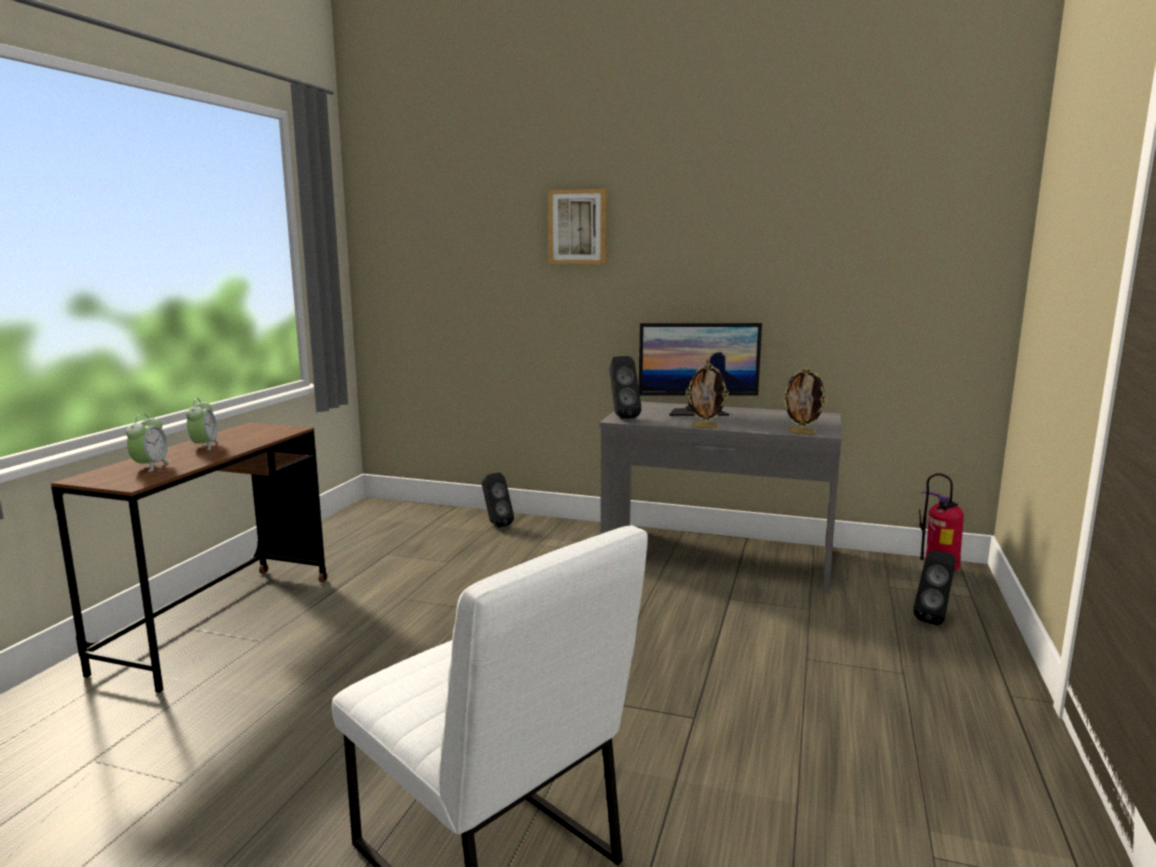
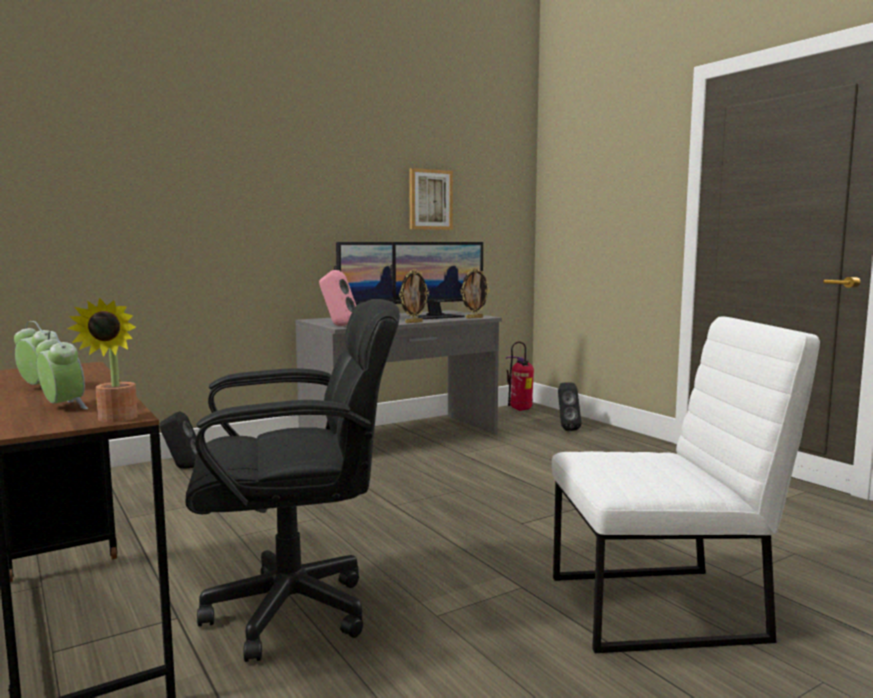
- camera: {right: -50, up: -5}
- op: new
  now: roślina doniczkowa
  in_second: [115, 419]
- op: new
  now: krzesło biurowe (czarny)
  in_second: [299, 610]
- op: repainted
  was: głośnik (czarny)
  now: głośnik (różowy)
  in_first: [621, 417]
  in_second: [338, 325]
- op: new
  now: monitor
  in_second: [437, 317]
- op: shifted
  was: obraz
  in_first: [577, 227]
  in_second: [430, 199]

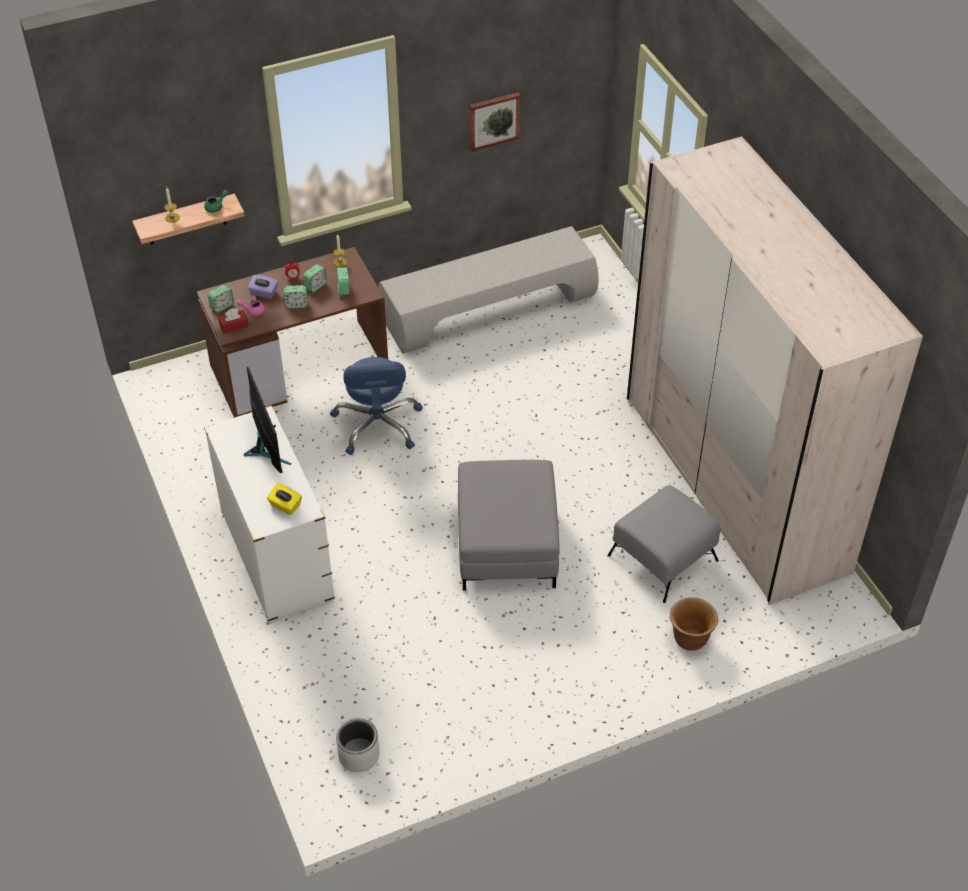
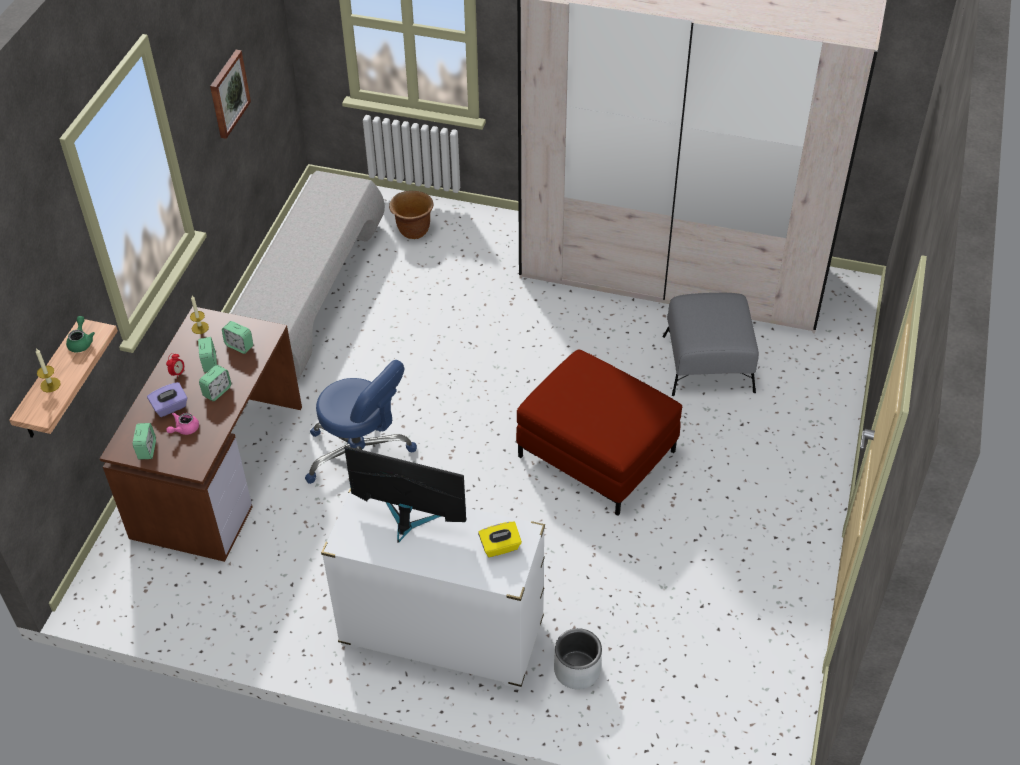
- camera: {right: -50, up: 0}
- op: shifted
  was: donica (brązowy)
  in_first: [689, 639]
  in_second: [413, 231]
- op: repainted
  was: pufa (szary)
  now: pufa (czerwony)
  in_first: [507, 546]
  in_second: [598, 454]
- op: shifted
  was: donica (szary)
  in_first: [358, 755]
  in_second: [577, 670]
- op: gone
  was: pudełko chusteczek (czerwony)
  in_first: [234, 326]

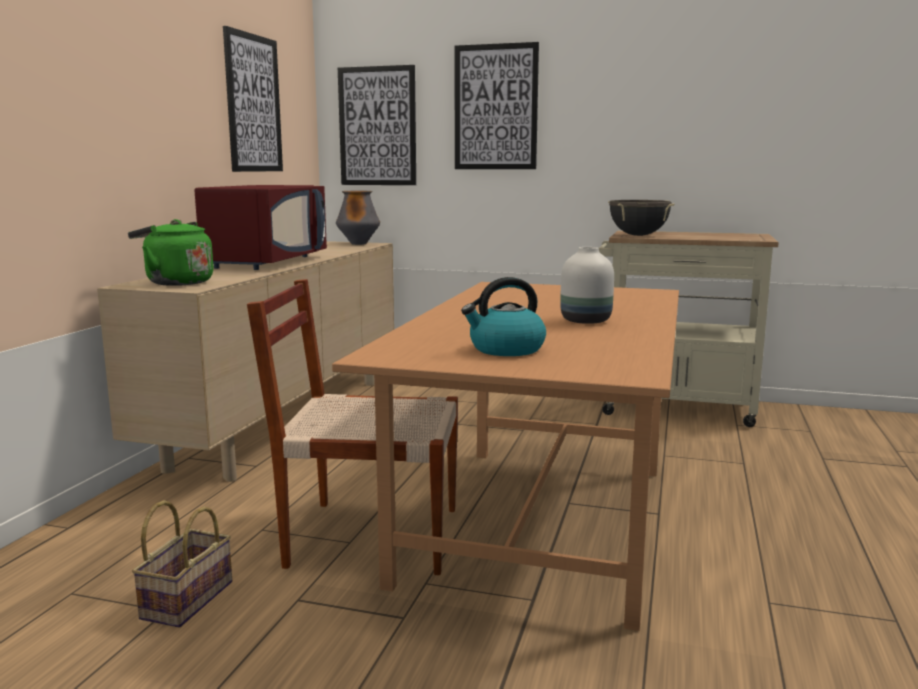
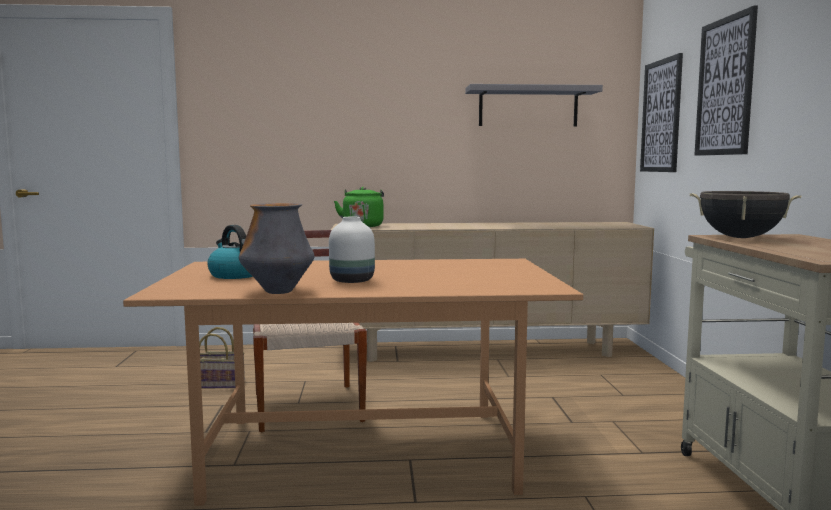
- camera: {right: 70, up: -5}
- op: shifted
  was: wazon
  in_first: [358, 244]
  in_second: [278, 291]
- op: swapped
  was: obraz
  now: półka (szary)
  in_first: [253, 104]
  in_second: [528, 107]
- op: gone
  was: mikrofalówka (czerwony)
  in_first: [267, 262]

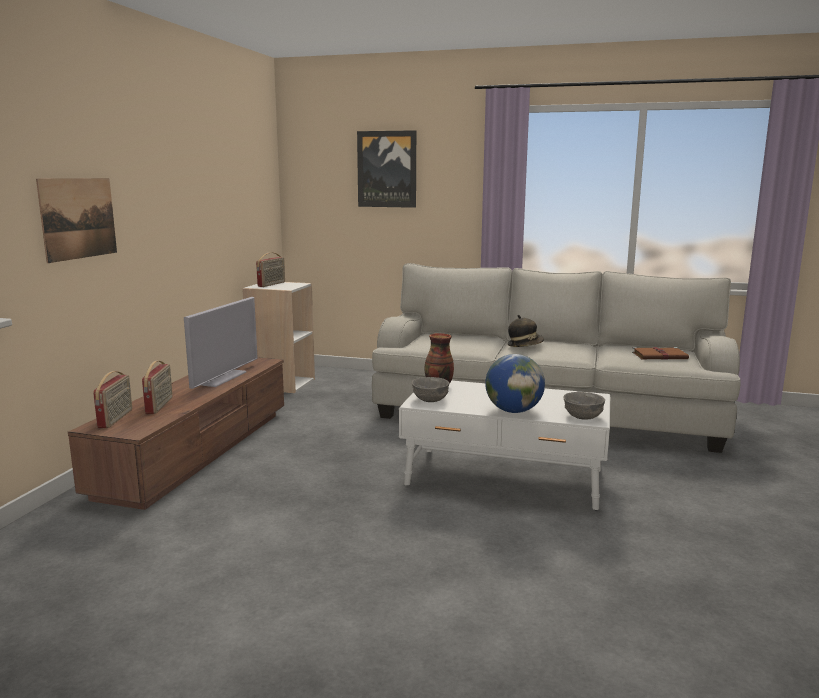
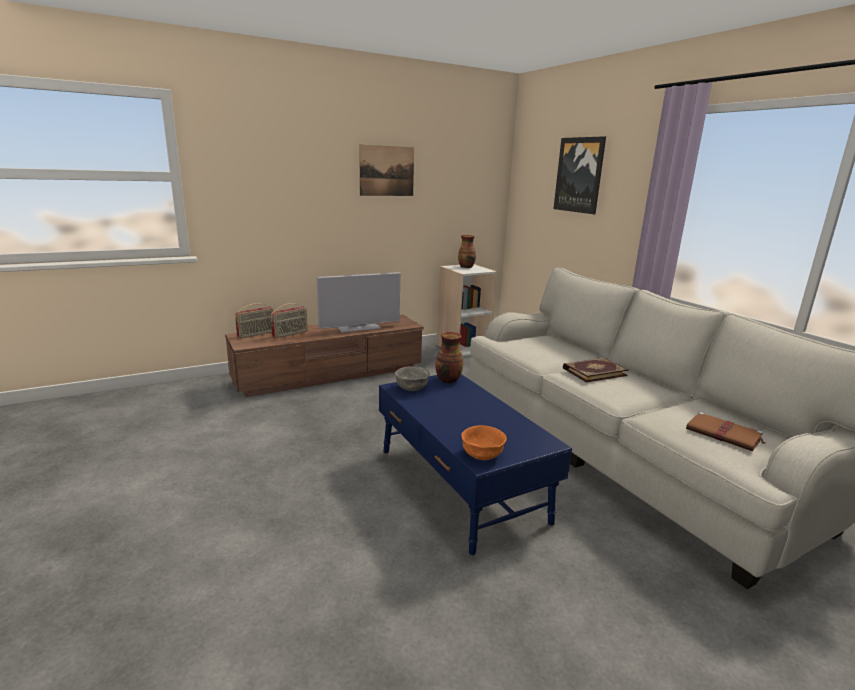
- camera: {right: 45, up: 5}
- op: shifted
  was: obraz
  in_first: [78, 218]
  in_second: [387, 171]
- op: repainted
  was: ława (biały)
  now: ława (niebieski)
  in_first: [505, 478]
  in_second: [460, 485]
- op: swapped
  was: radio
  now: wazon
  in_first: [272, 284]
  in_second: [466, 267]
- op: repainted
  was: miska (szary)
  now: miska (pomarańczowy)
  in_first: [583, 416]
  in_second: [482, 455]
- op: swapped
  was: kapelusz
  now: książka
  in_first: [525, 345]
  in_second: [594, 371]
- op: gone
  was: globus
  in_first: [513, 411]

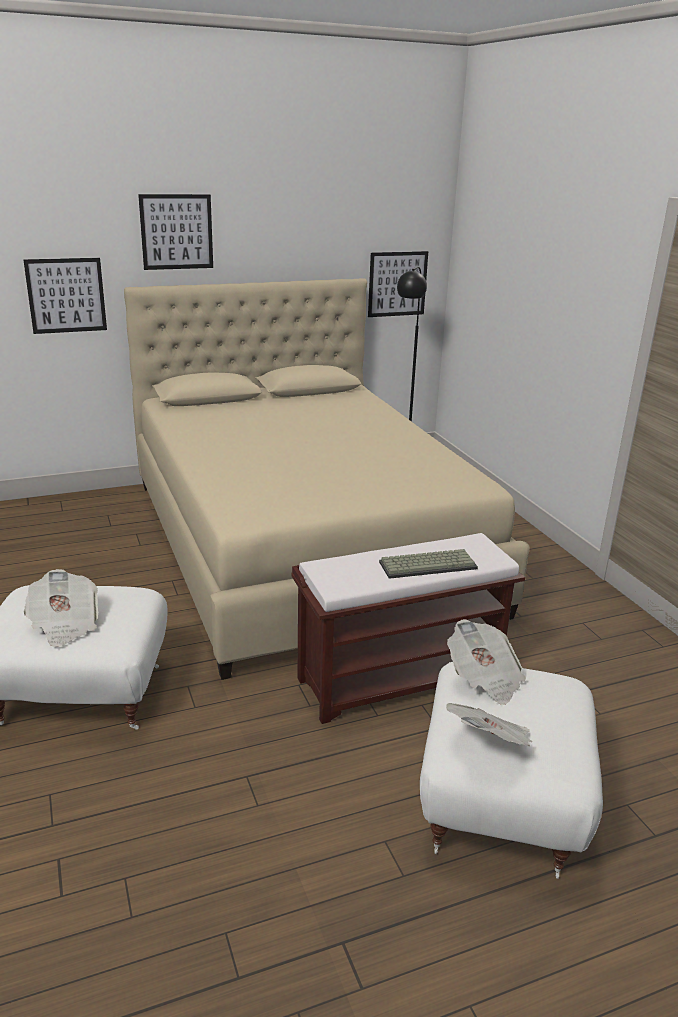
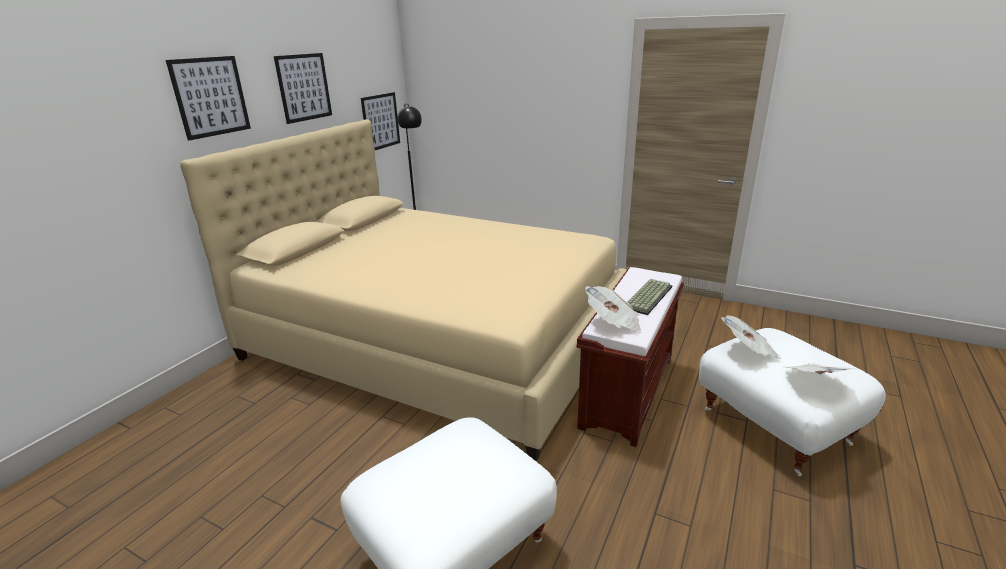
- camera: {right: -40, up: 0}
- op: shifted
  was: obraz
  in_first: [66, 295]
  in_second: [304, 87]
- op: shifted
  was: gazeta
  in_first: [64, 624]
  in_second: [613, 323]

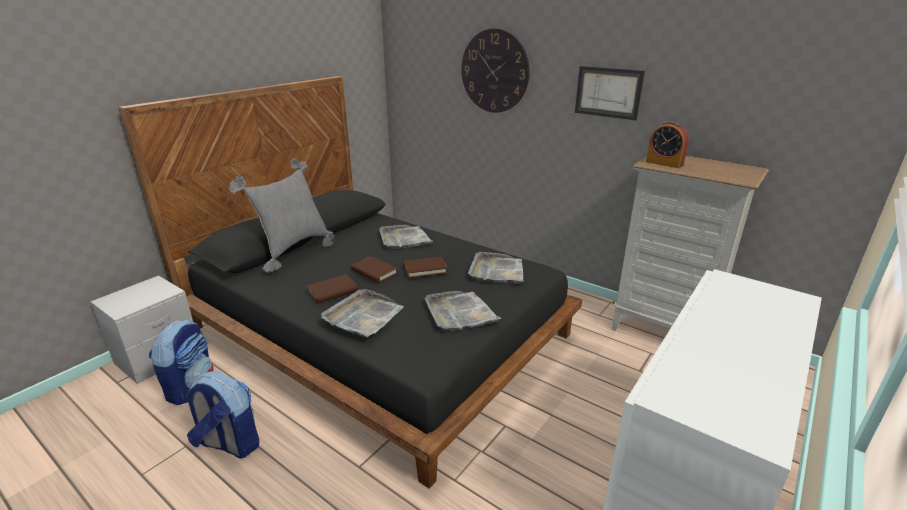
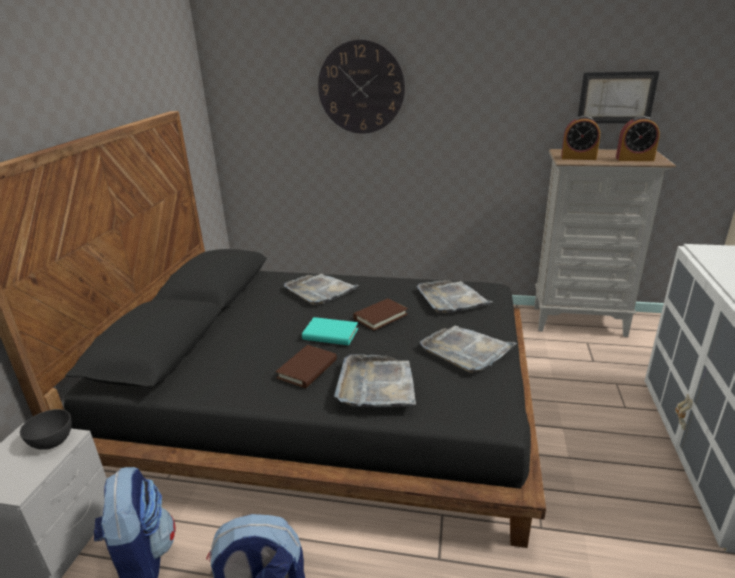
- camera: {right: -25, up: 0}
- op: new
  now: miska (szary)
  in_second: [52, 442]
- op: repainted
  was: książka (brązowy)
  now: książka (turkusowy)
  in_first: [374, 272]
  in_second: [330, 334]
- op: shifted
  was: obraz
  in_first: [608, 92]
  in_second: [616, 97]
- op: new
  now: budzik
  in_second: [634, 159]
- op: gone
  was: poduszka (szary)
  in_first: [292, 255]

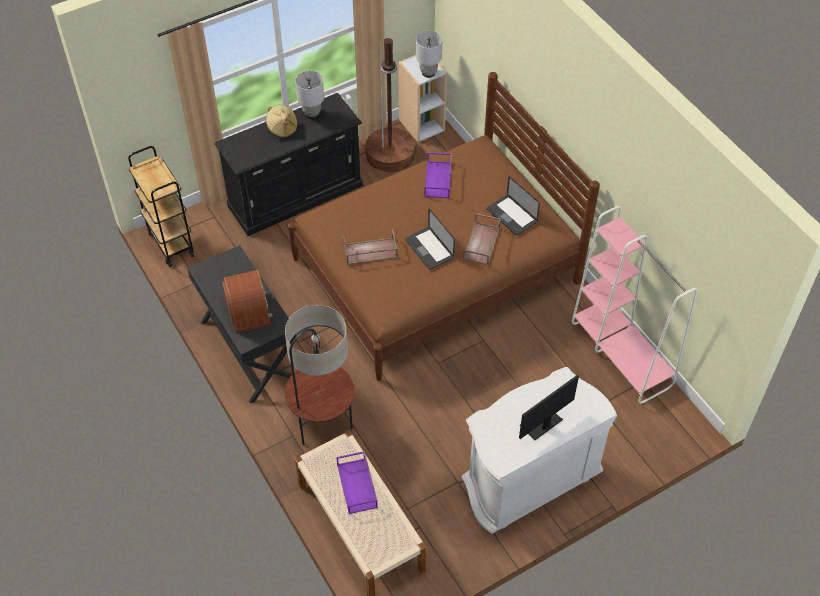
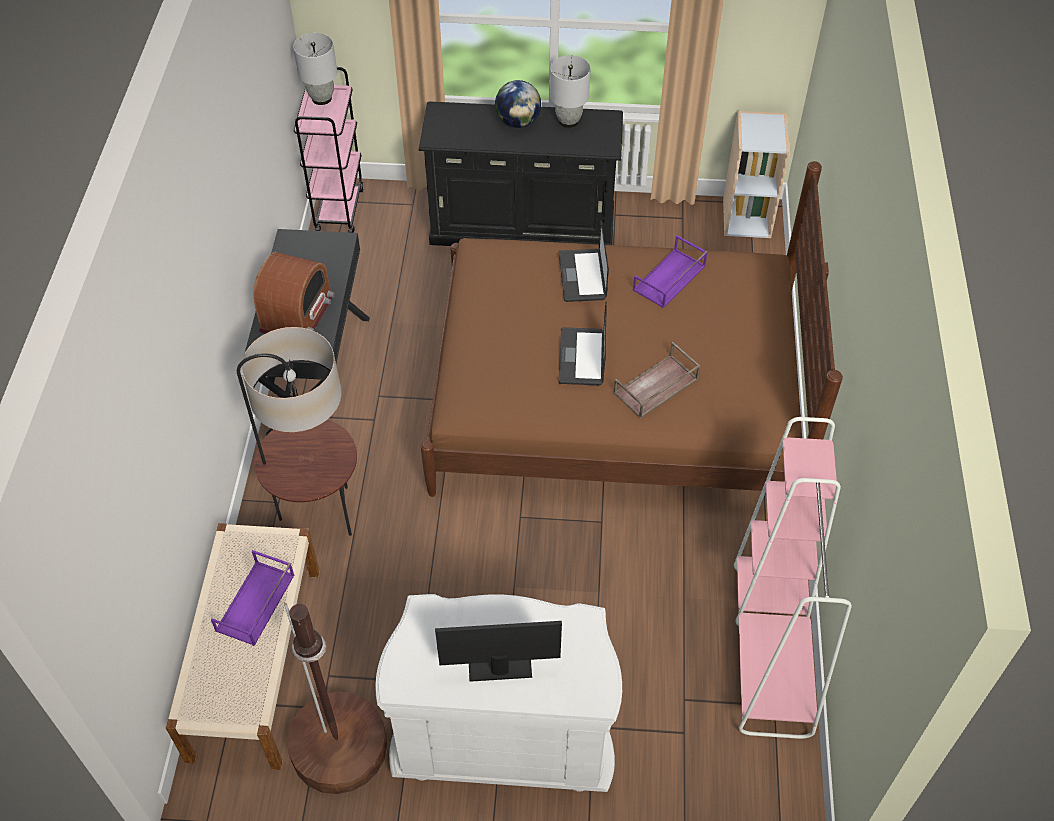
- camera: {right: 35, up: 0}
- op: shifted
  was: lampa stojąca (brązowy)
  in_first: [390, 154]
  in_second: [339, 747]
- op: shifted
  was: lampa stołowa (biały)
  in_first: [428, 73]
  in_second: [321, 98]
- op: repainted
  was: wózek (brązowy)
  now: wózek (różowy)
  in_first: [170, 244]
  in_second: [339, 211]
- op: swapped
  was: kapelusz (beżowy)
  now: globus
  in_first: [282, 129]
  in_second: [518, 122]
- op: shifted
  was: laptop
  in_first: [511, 216]
  in_second: [582, 276]
- op: gone
  was: taca (brązowy)
  in_first: [369, 252]

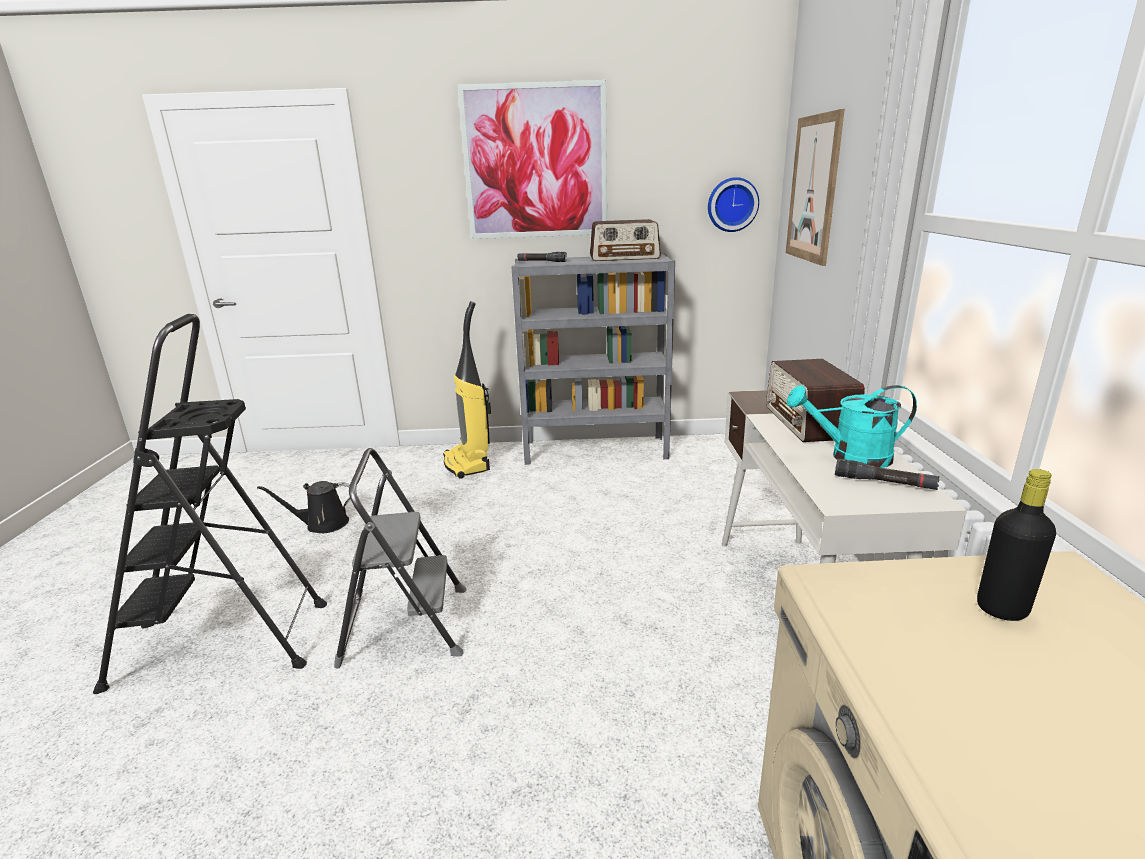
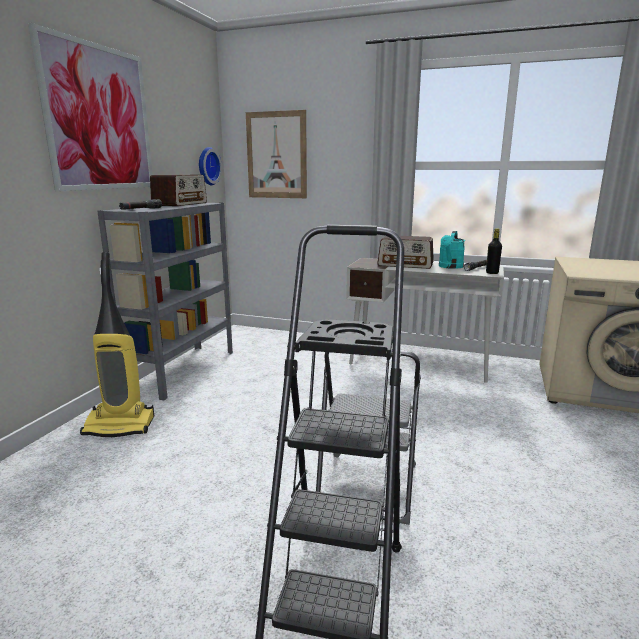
- camera: {right: -70, up: -5}
- op: shifted
  was: butelka (czarny)
  in_first: [1002, 609]
  in_second: [492, 273]
- op: gone
  was: konewka (czarny)
  in_first: [323, 524]

